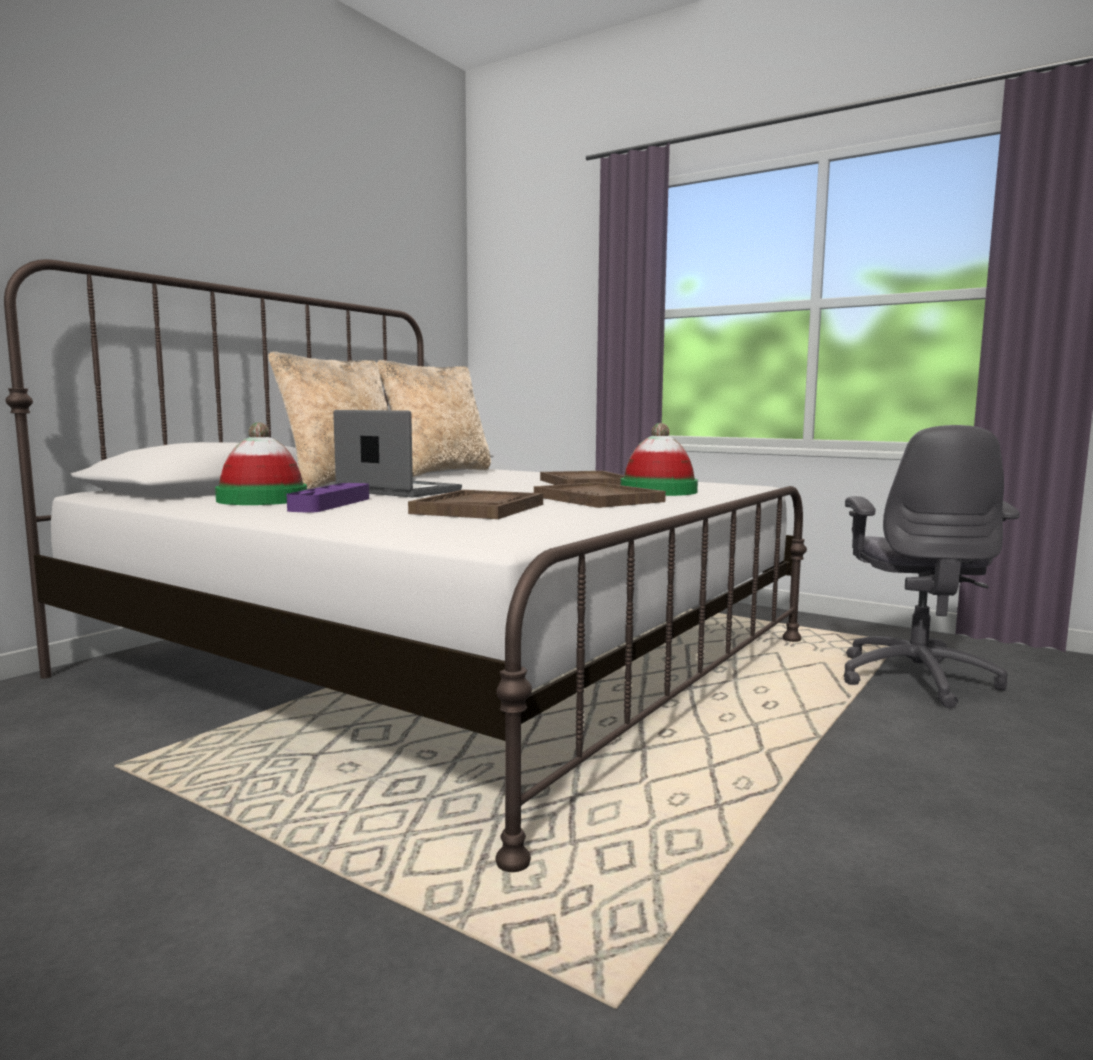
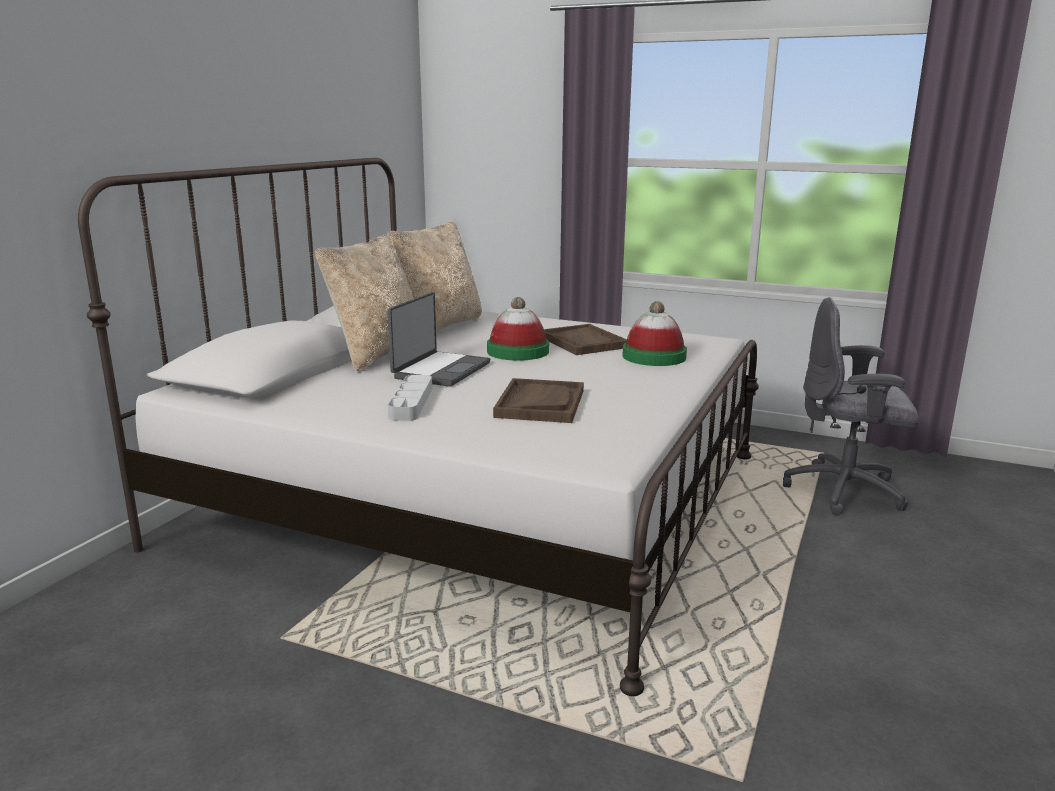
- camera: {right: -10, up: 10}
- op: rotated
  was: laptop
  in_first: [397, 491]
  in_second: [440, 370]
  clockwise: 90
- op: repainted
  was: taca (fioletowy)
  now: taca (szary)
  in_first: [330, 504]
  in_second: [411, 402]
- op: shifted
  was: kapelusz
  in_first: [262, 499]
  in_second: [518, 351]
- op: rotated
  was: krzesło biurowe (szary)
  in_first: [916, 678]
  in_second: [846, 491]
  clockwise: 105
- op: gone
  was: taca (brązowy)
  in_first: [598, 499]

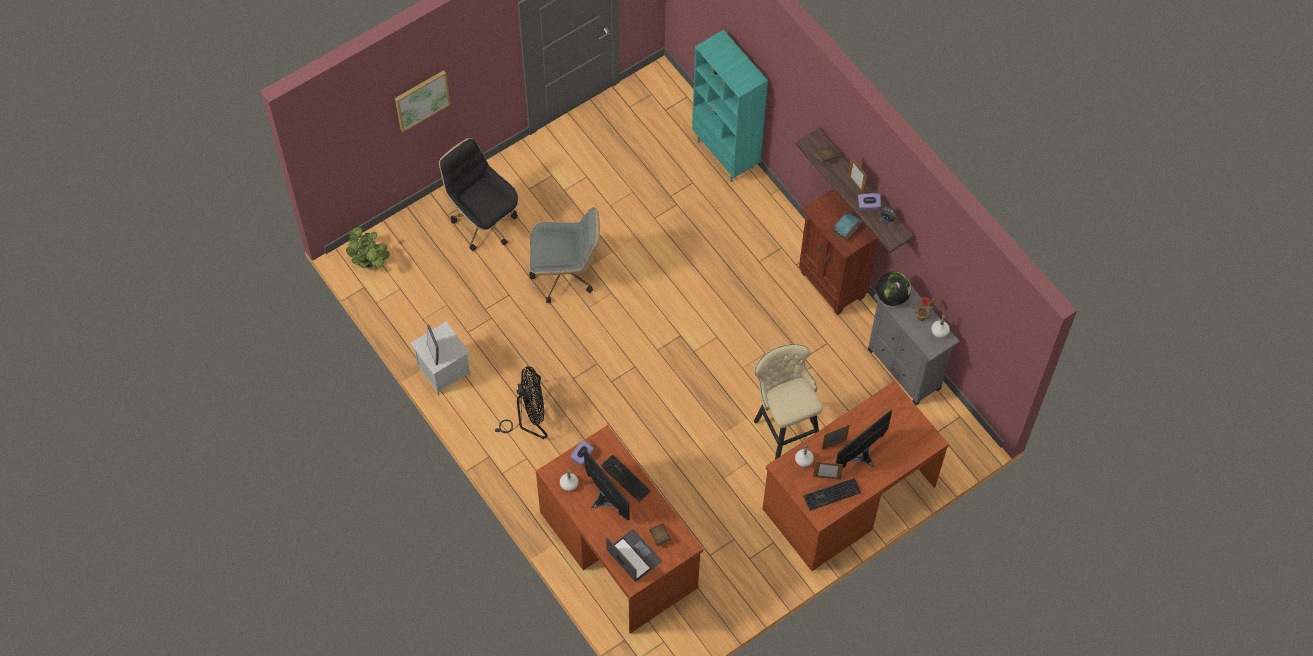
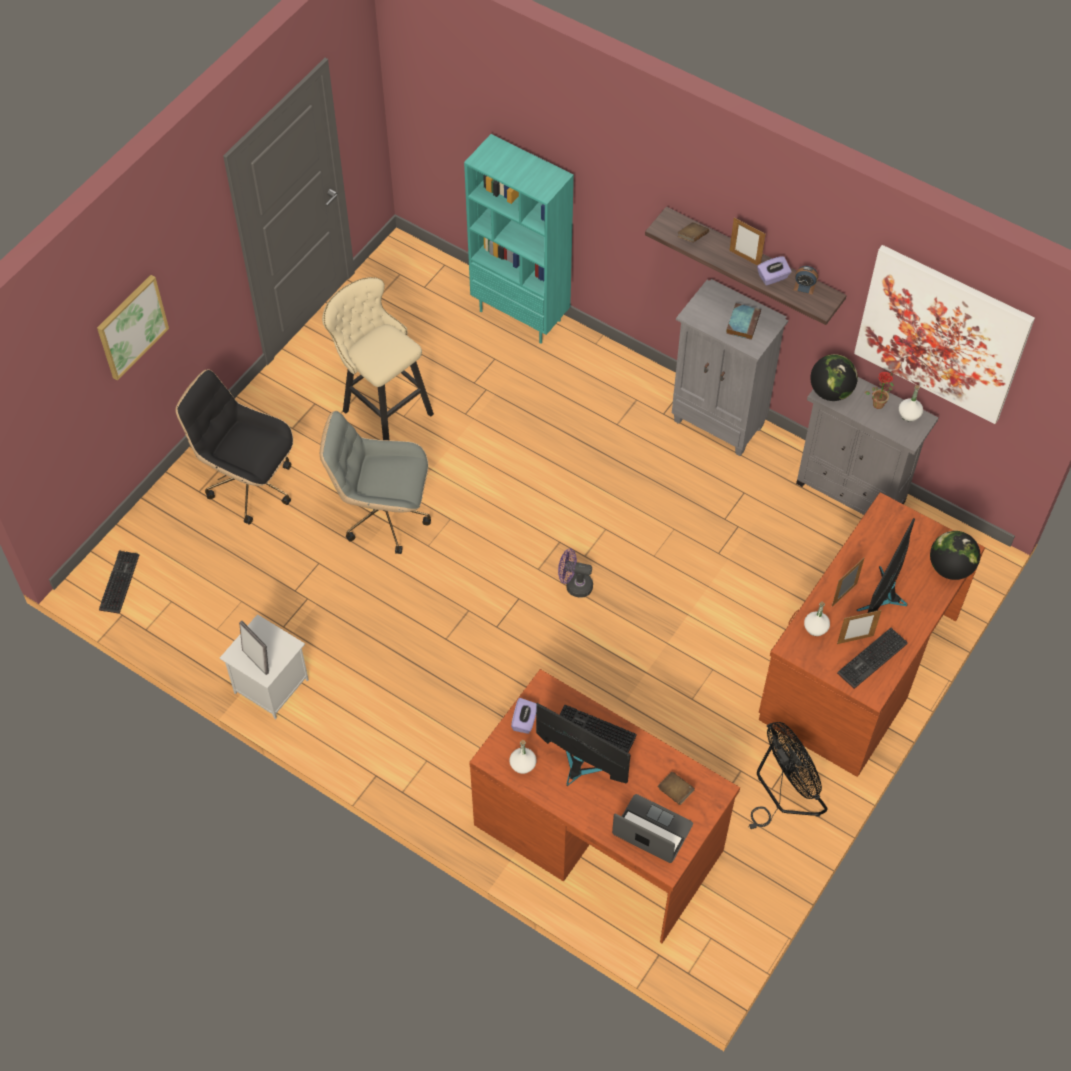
- camera: {right: -20, up: -5}
- op: swapped
  was: roślina doniczkowa
  now: klawiatura
  in_first: [370, 262]
  in_second: [118, 581]
- op: rotated
  was: krzesło biurowe (szary)
  in_first: [565, 276]
  in_second: [383, 517]
  clockwise: -150
- op: shifted
  was: stołek (beżowy)
  in_first: [784, 426]
  in_second: [381, 406]
- op: new
  now: wentylator (fioletowy)
  in_second: [574, 585]
- op: repainted
  was: szafka (brązowy)
  now: szafka (szary)
  in_first: [831, 286]
  in_second: [717, 425]
- op: shifted
  was: wentylator (czarny)
  in_first: [528, 414]
  in_second: [781, 790]
- op: new
  now: obraz
  in_second: [941, 333]
- op: new
  now: globus
  in_second: [950, 568]

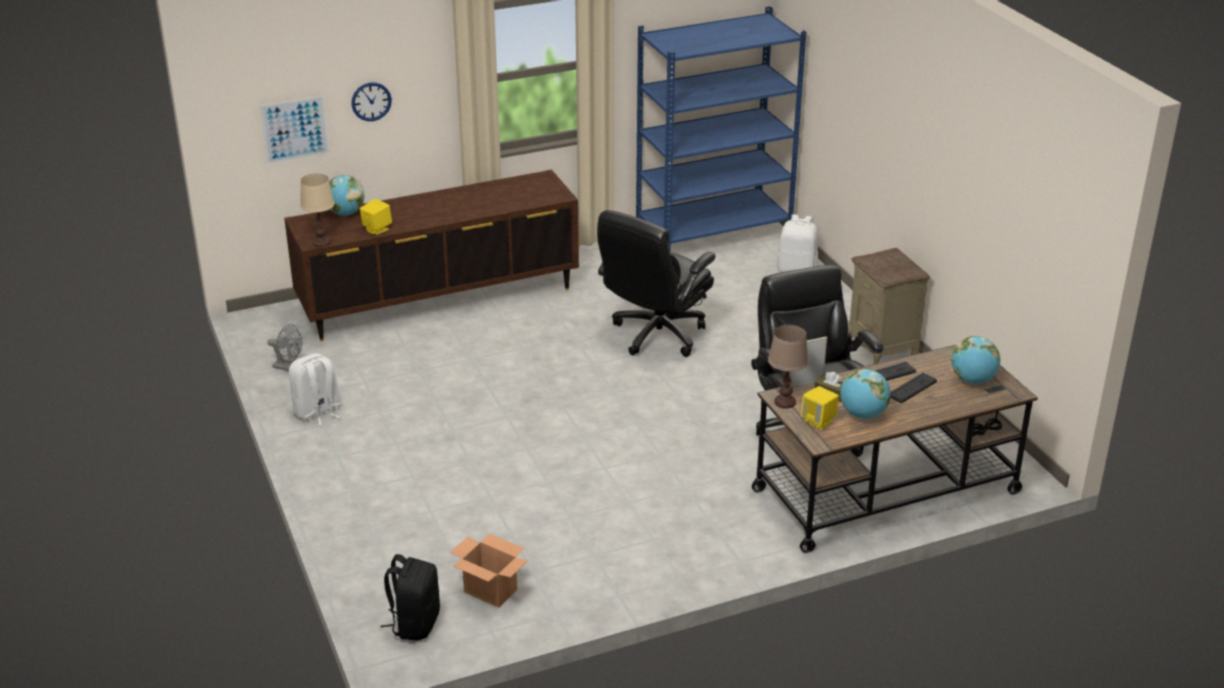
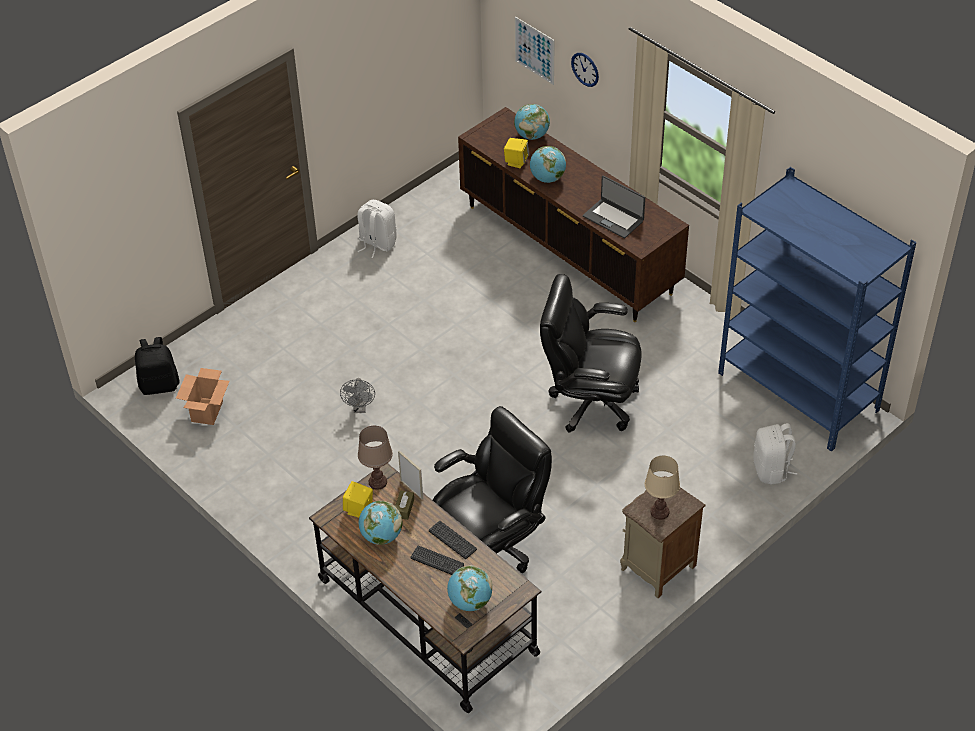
- camera: {right: 70, up: 15}
- op: shifted
  was: wentylator (szary)
  in_first: [288, 367]
  in_second: [360, 408]
- op: new
  now: globus
  in_second: [547, 178]
- op: new
  now: laptop
  in_second: [613, 218]
- op: shifted
  was: lampa stołowa (beżowy)
  in_first: [321, 242]
  in_second: [660, 512]

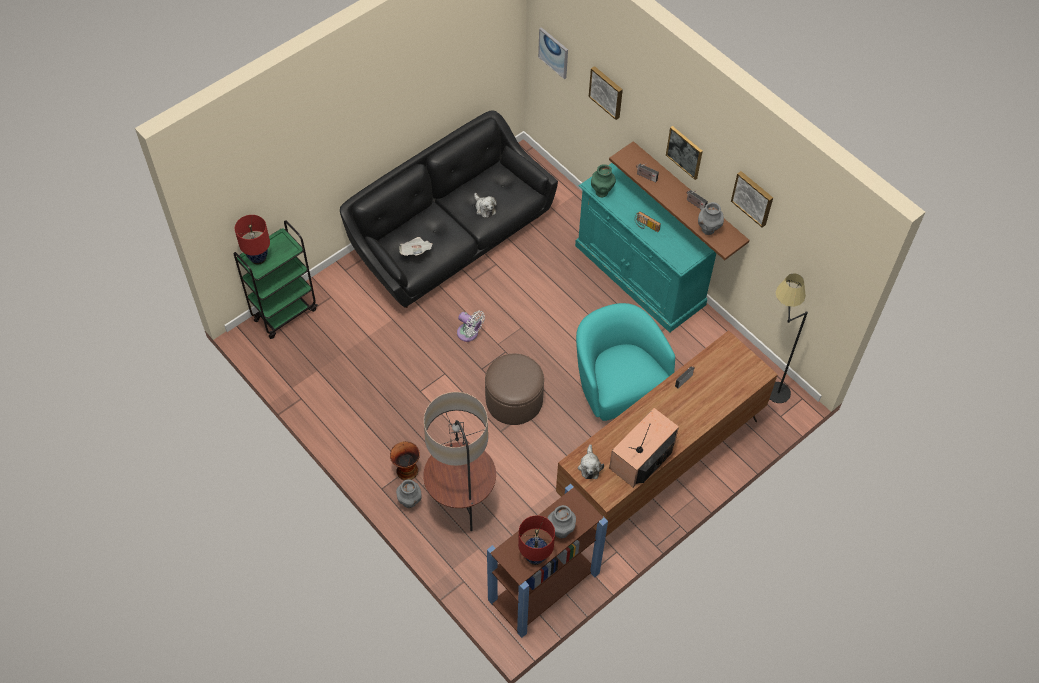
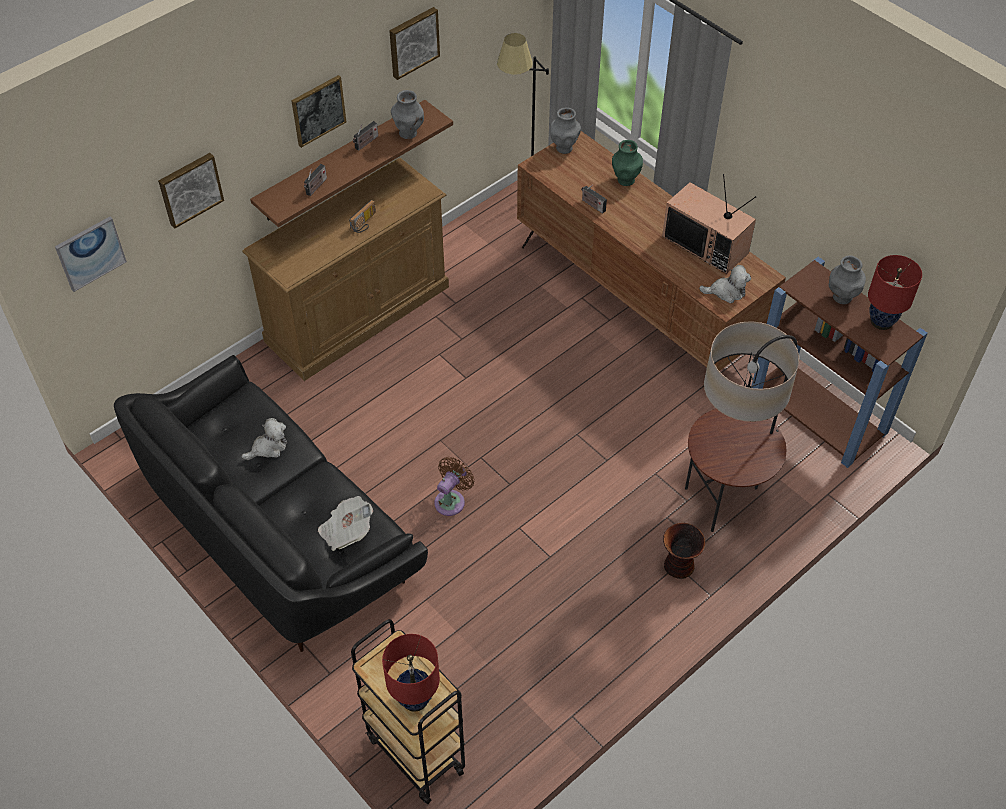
- camera: {right: -90, up: -5}
- op: repainted
  was: szafka (turkusowy)
  now: szafka (brązowy)
  in_first: [639, 276]
  in_second: [359, 313]
- op: repainted
  was: wózek (zielony)
  now: wózek (brązowy)
  in_first: [285, 314]
  in_second: [414, 756]
- op: repainted
  was: wentylator (biały)
  now: wentylator (brązowy)
  in_first: [469, 334]
  in_second: [451, 500]
- op: shifted
  was: wazon (szary)
  in_first: [409, 502]
  in_second: [564, 148]
- op: shifted
  was: wazon (zielony)
  in_first: [602, 192]
  in_second: [625, 180]
- op: gone
  was: pufa (brązowy)
  in_first: [514, 400]
- op: gone
  was: fotel (turkusowy)
  in_first: [617, 385]

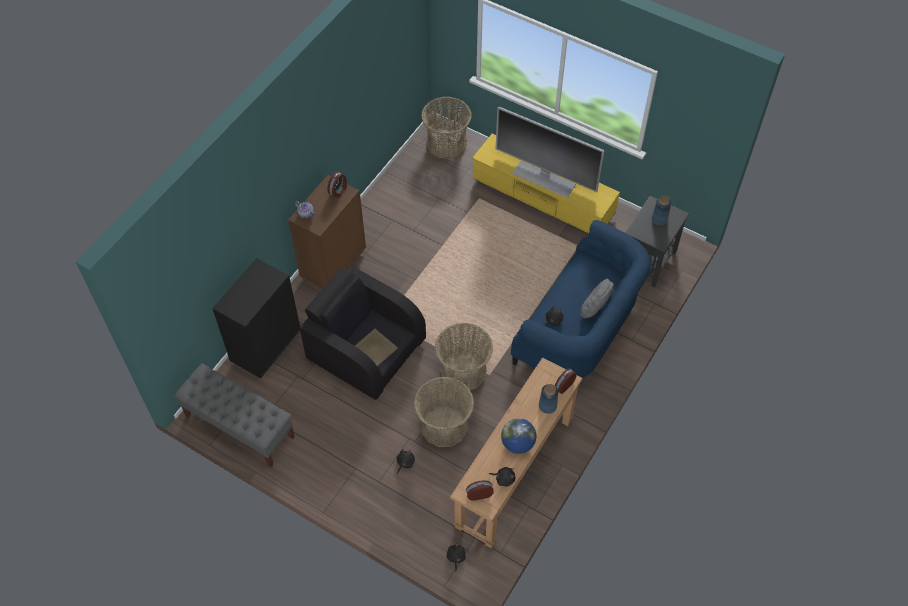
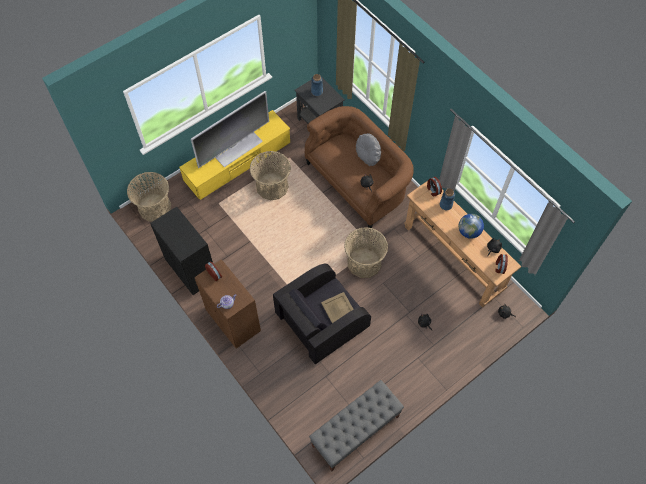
- camera: {right: -70, up: 5}
- op: shifted
  was: szafka (czarny)
  in_first: [266, 347]
  in_second: [191, 270]
- op: shifted
  was: koszyk
  in_first: [444, 425]
  in_second: [272, 186]
- op: repainted
  was: kanapa (niebieski)
  now: kanapa (brązowy)
  in_first: [579, 330]
  in_second: [358, 182]

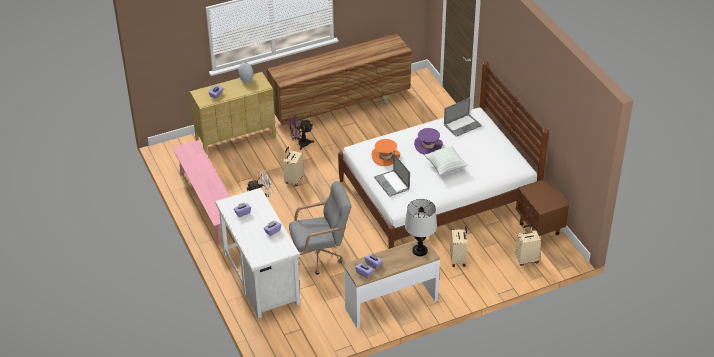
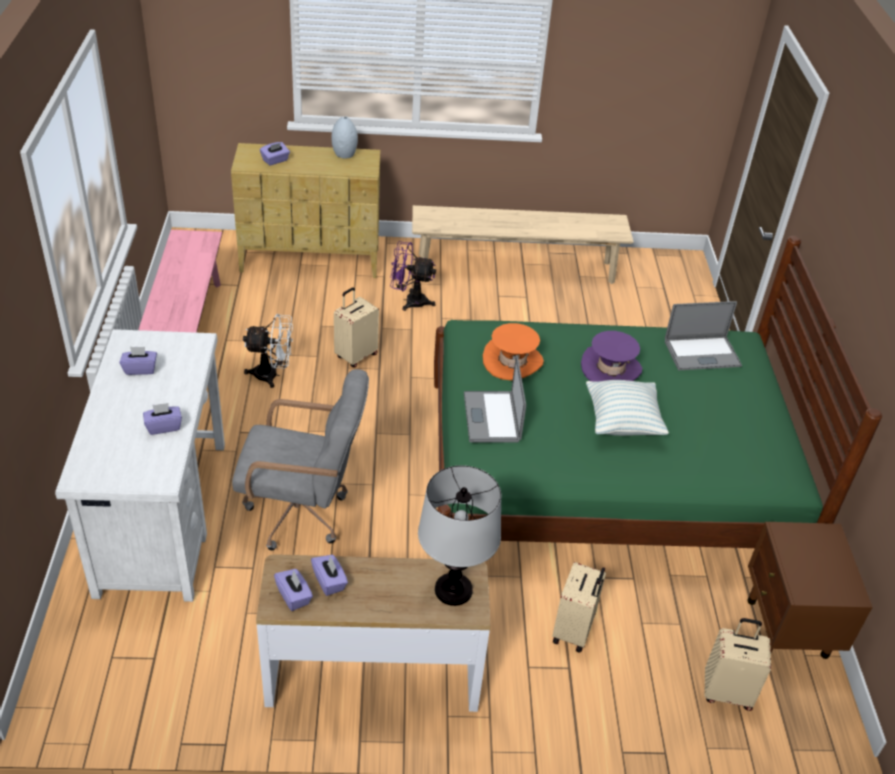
- camera: {right: 20, up: 0}
- op: swapped
  was: szafka (brązowy)
  now: ławka (beżowy)
  in_first: [341, 109]
  in_second: [516, 268]
- op: repainted
  was: łóżko (biały)
  now: łóżko (zielony)
  in_first: [437, 194]
  in_second: [604, 475]

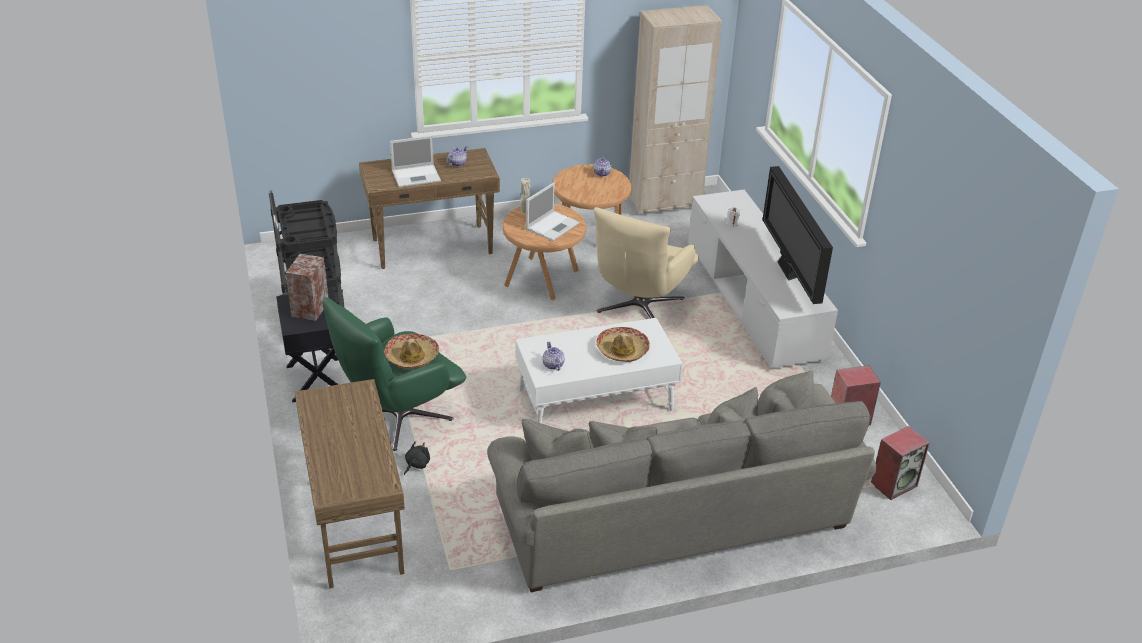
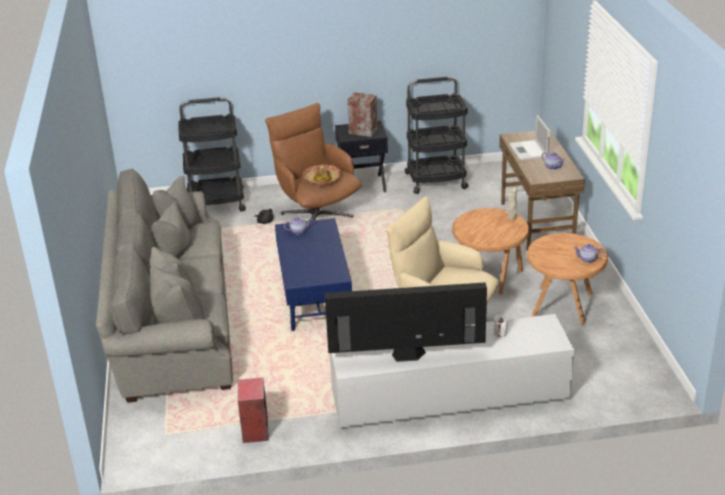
- camera: {right: 100, up: -5}
- op: swapped
  was: stolik konsolowy (brązowy)
  now: wózek (czarny)
  in_first: [355, 526]
  in_second: [216, 203]
- op: repainted
  was: fotel (zielony)
  now: fotel (brązowy)
  in_first: [400, 416]
  in_second: [316, 215]
- op: repainted
  was: ława (biały)
  now: ława (niebieski)
  in_first: [595, 400]
  in_second: [314, 294]
- op: gone
  was: laptop
  in_first: [553, 225]
- op: gone
  was: kapelusz
  in_first: [622, 350]
- op: gone
  was: szafka (beżowy)
  in_first: [665, 204]
- op: gone
  was: głośnik
  in_first: [894, 484]

